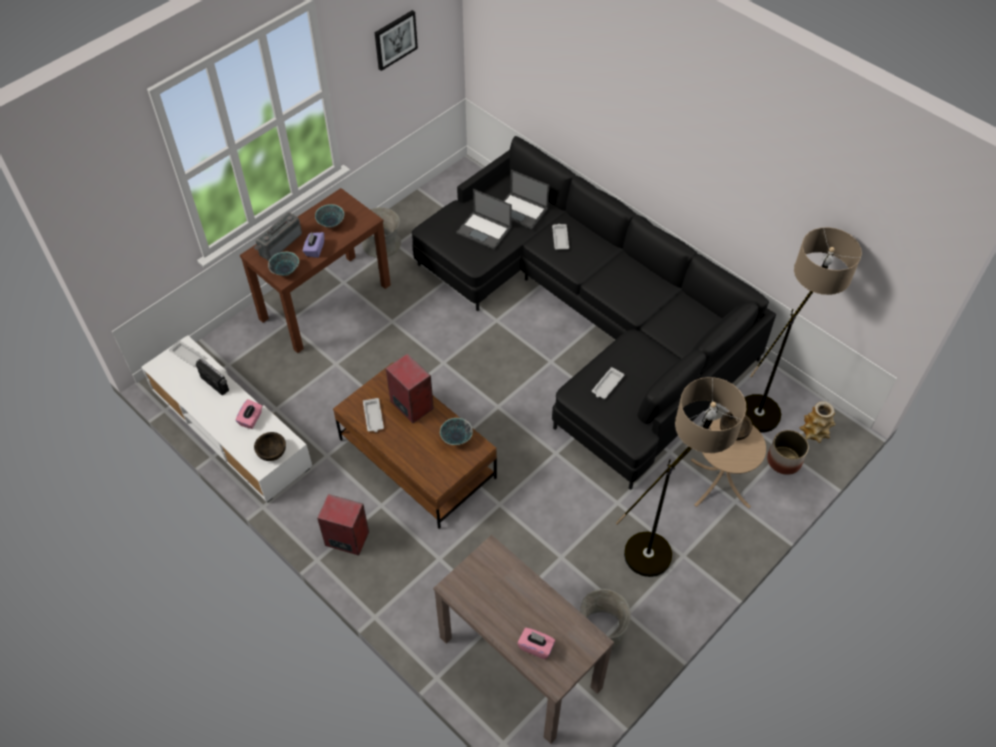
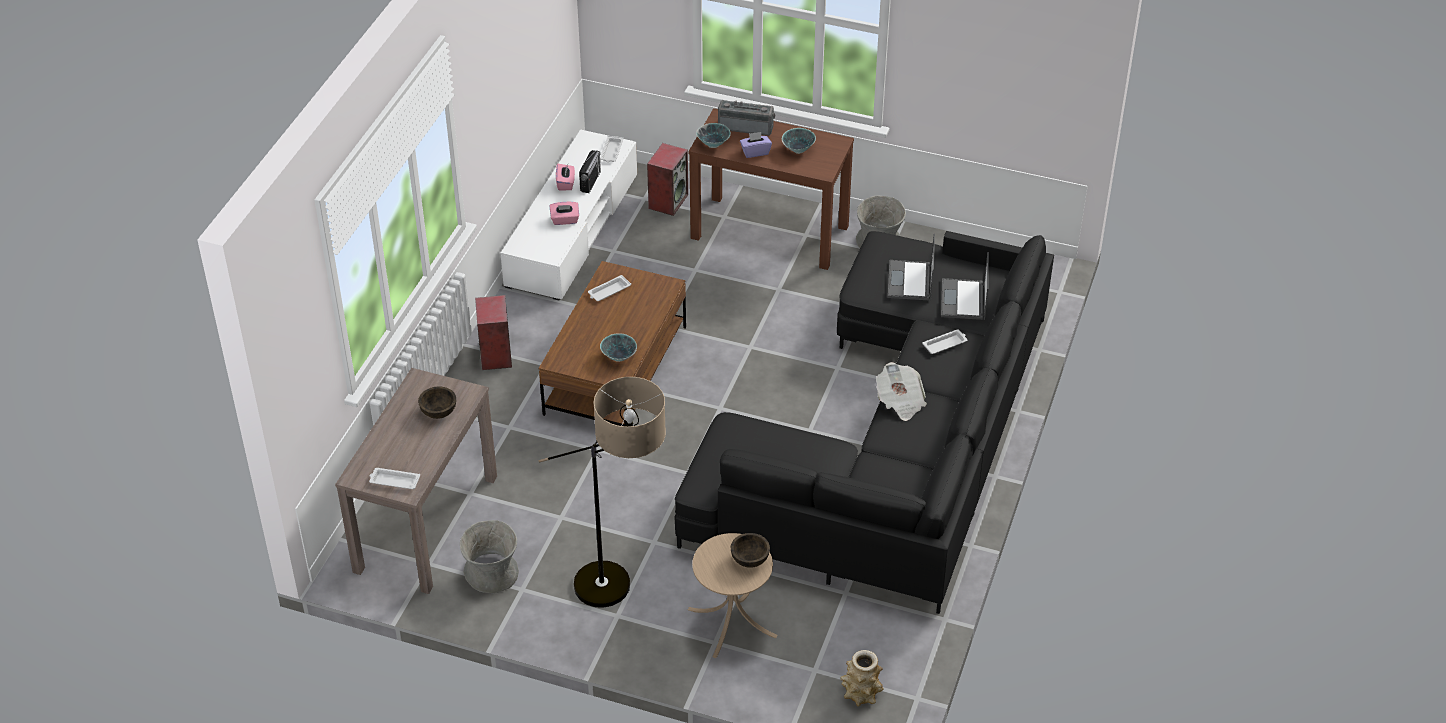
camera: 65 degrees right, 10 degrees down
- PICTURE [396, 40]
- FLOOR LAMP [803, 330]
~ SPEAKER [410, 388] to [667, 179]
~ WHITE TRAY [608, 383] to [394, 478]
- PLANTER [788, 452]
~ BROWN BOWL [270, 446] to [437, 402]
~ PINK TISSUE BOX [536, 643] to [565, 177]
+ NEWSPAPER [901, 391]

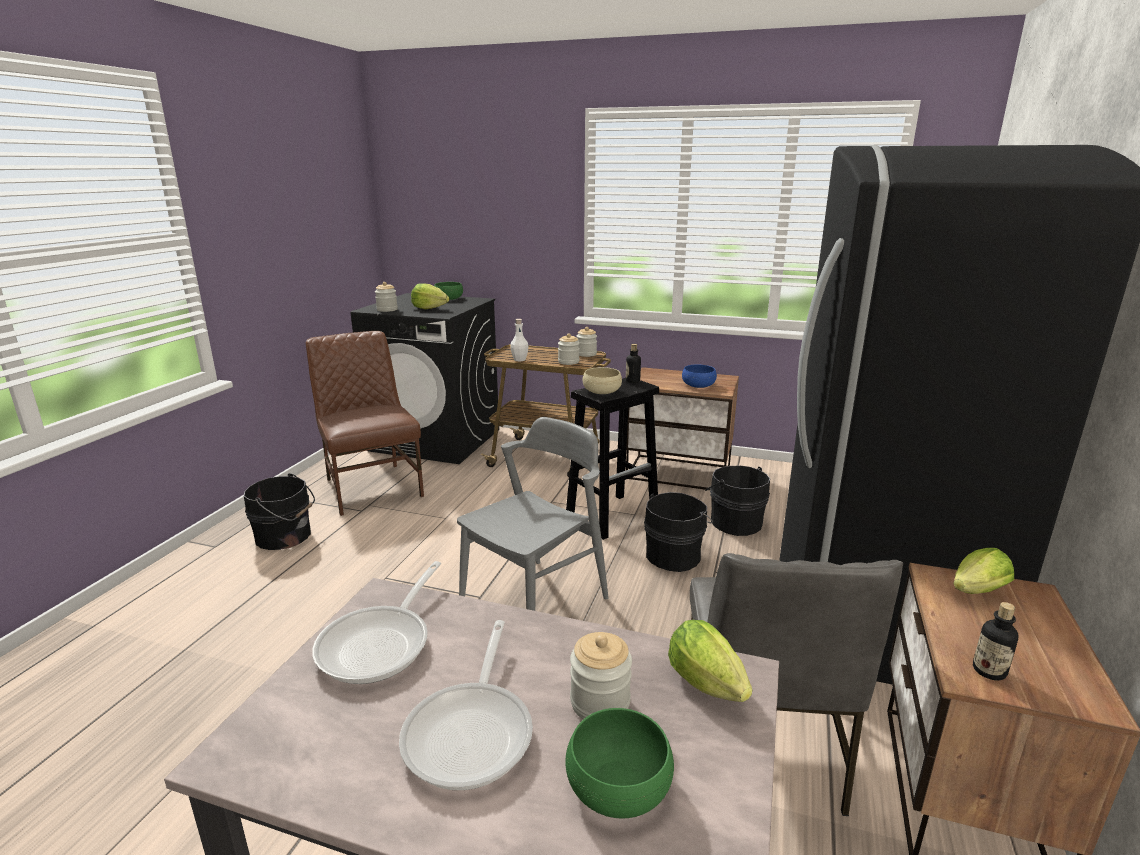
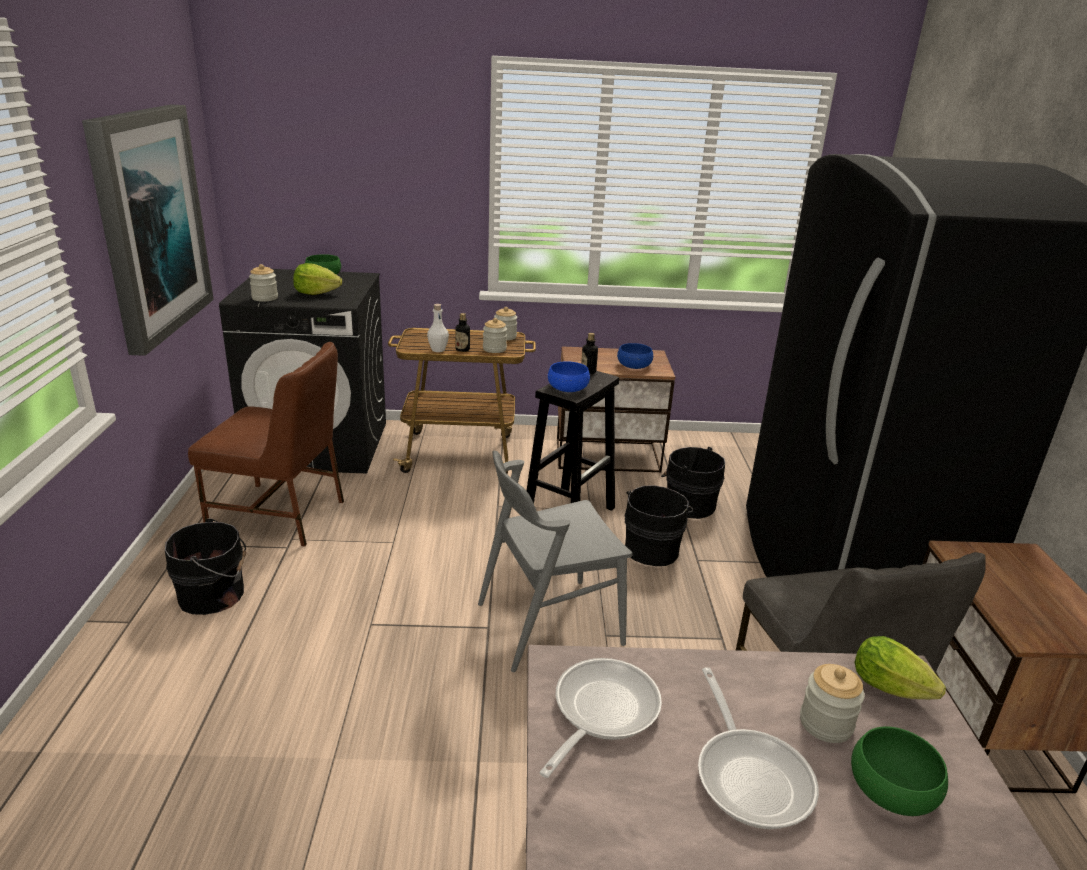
camera: 20 degrees left, 5 degrees up
~ BROWN CHAIR [365, 423] = [266, 444] 150 degrees clockwise
~ BEIGE BOWL [602, 380] to BLUE BOWL [569, 376]
~ GREY CHAIR [533, 514] = [555, 561] 135 degrees counterclockwise
- LETTUCE [983, 571]
~ FRYING PAN [376, 622] = [600, 718] 150 degrees counterclockwise
~ BOTTLE [996, 641] to [462, 332]
+ PICTURE [148, 230]

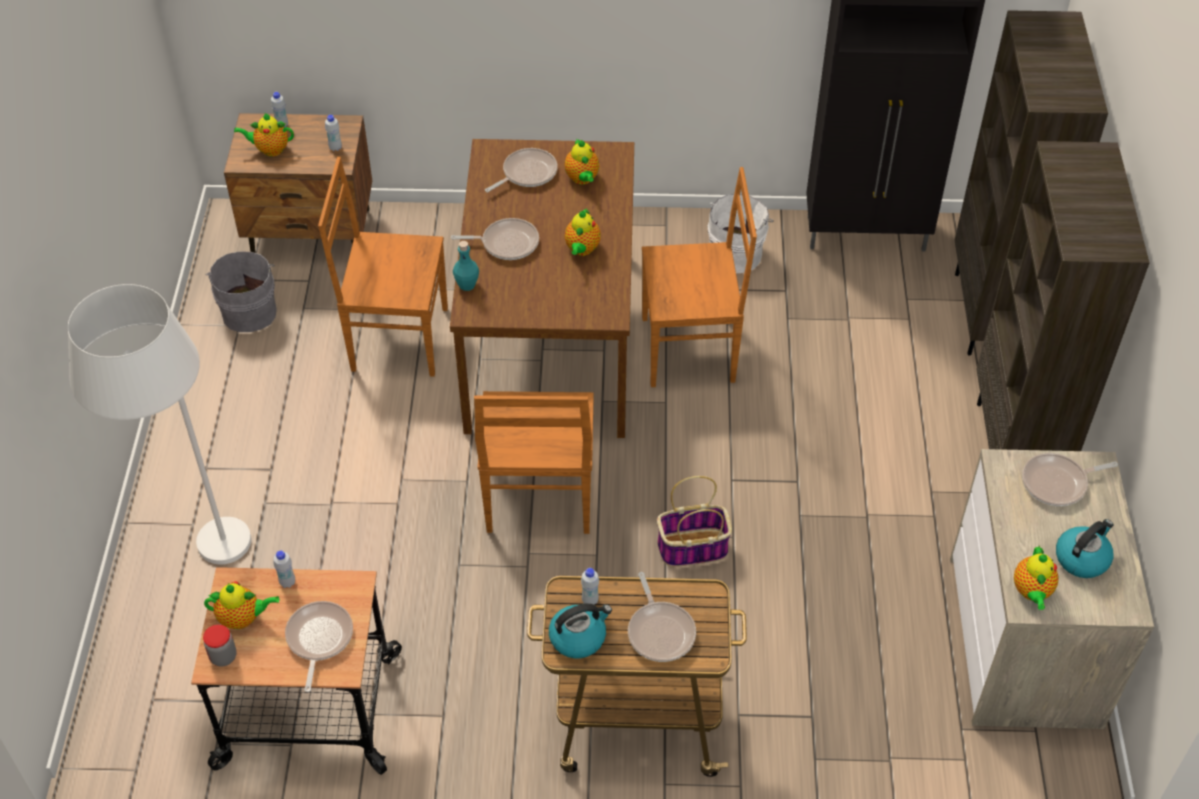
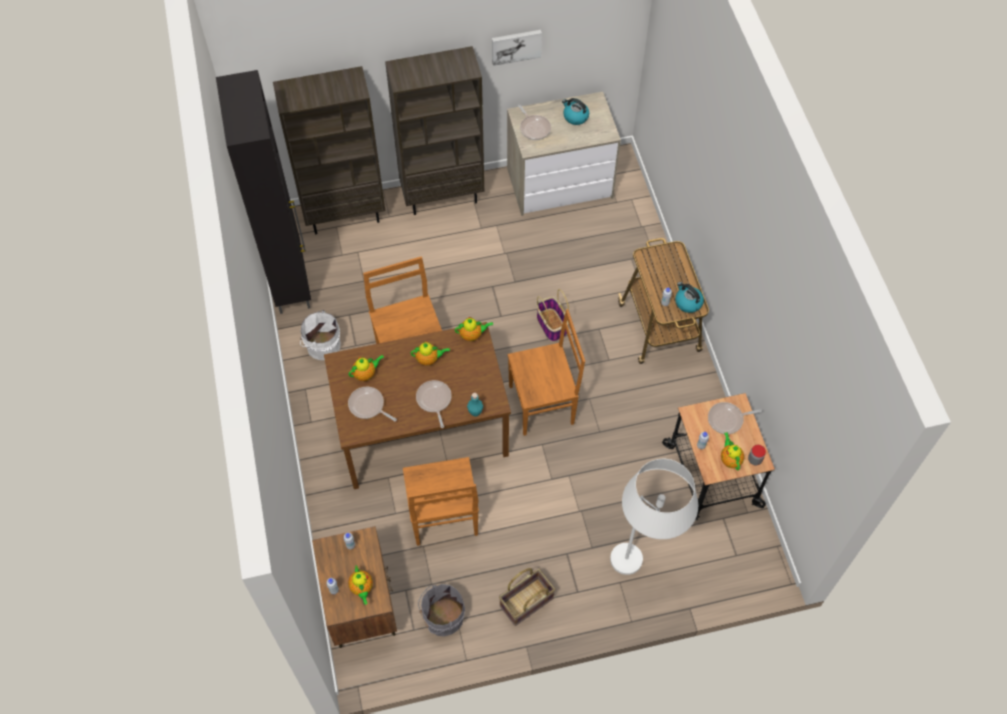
camera: 105 degrees left, 10 degrees up
~ TEAPOT [1036, 577] to [474, 329]
- FRYING PAN [662, 617]
+ PICTURE [517, 48]
+ BASKET [527, 597]

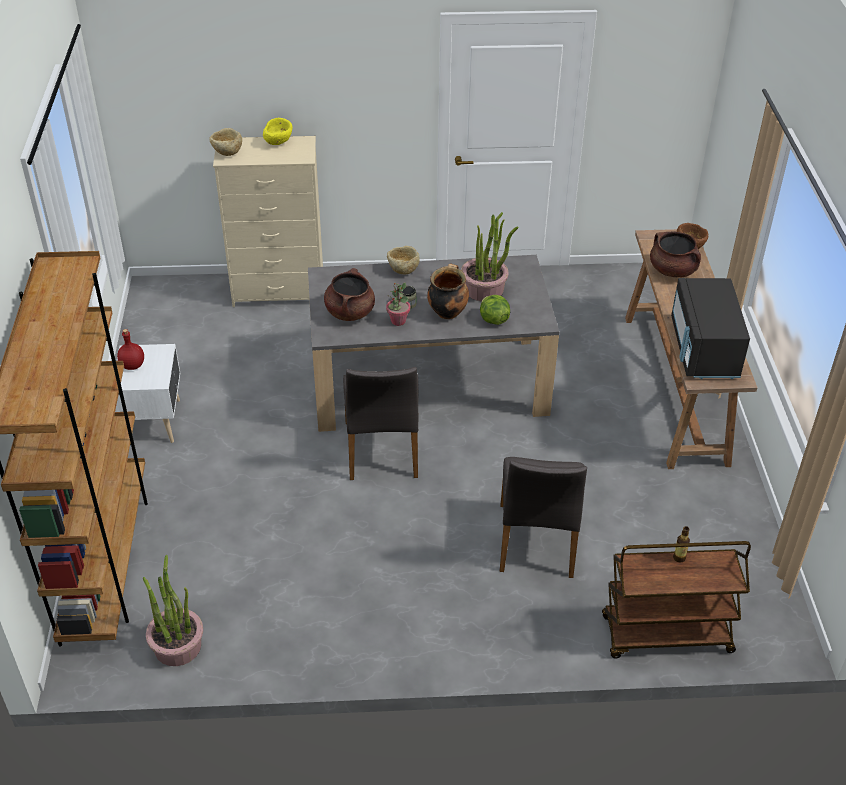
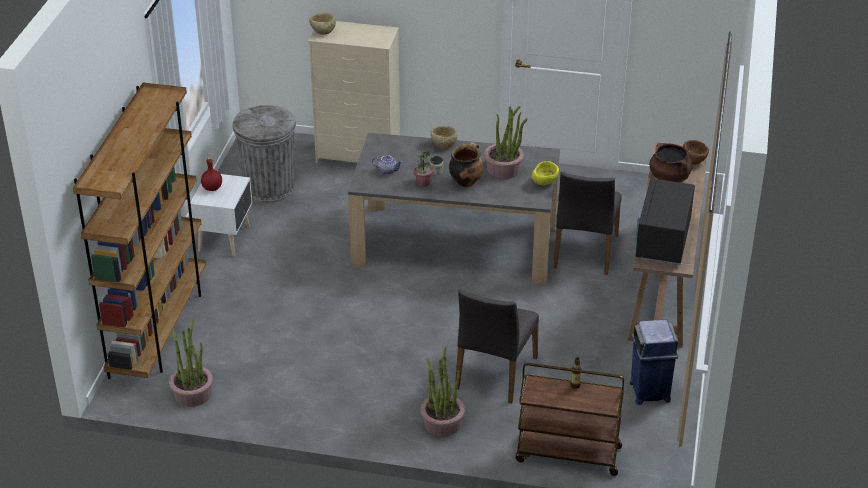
camera: 15 degrees right, 5 degrees down
~ YELLOW BOWL [277, 131] to [545, 173]
~ BROWN COOKING POT [349, 294] to TEAPOT [387, 165]
- LETTUCE [495, 310]
~ GREY CHAIR [381, 423] to [587, 223]
+ GREY TRASH CAN [264, 154]
+ BLUE TRASH CAN [654, 362]
+ POTTED PLANT [443, 391]

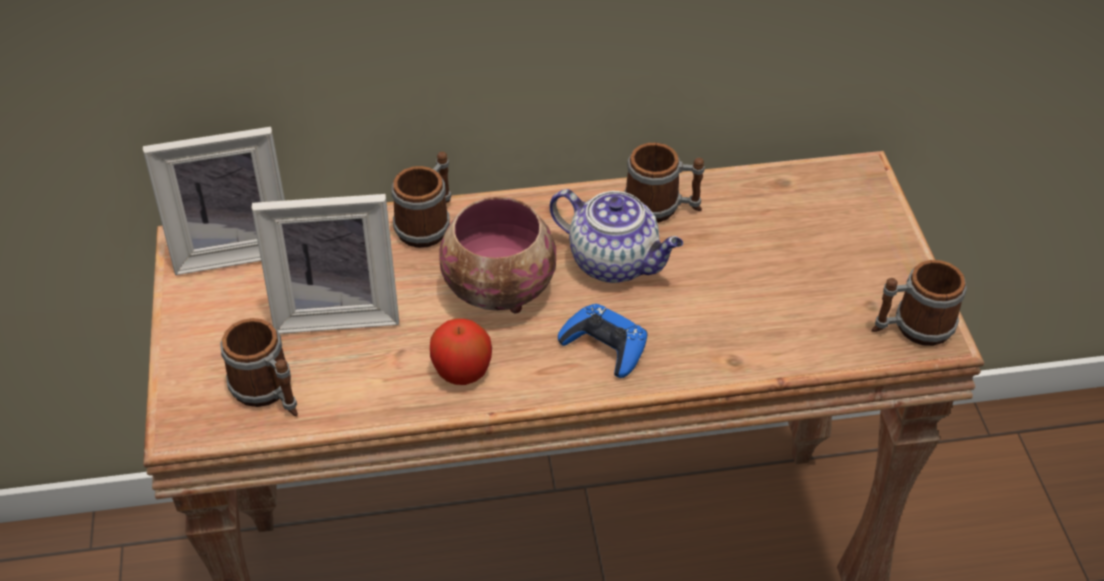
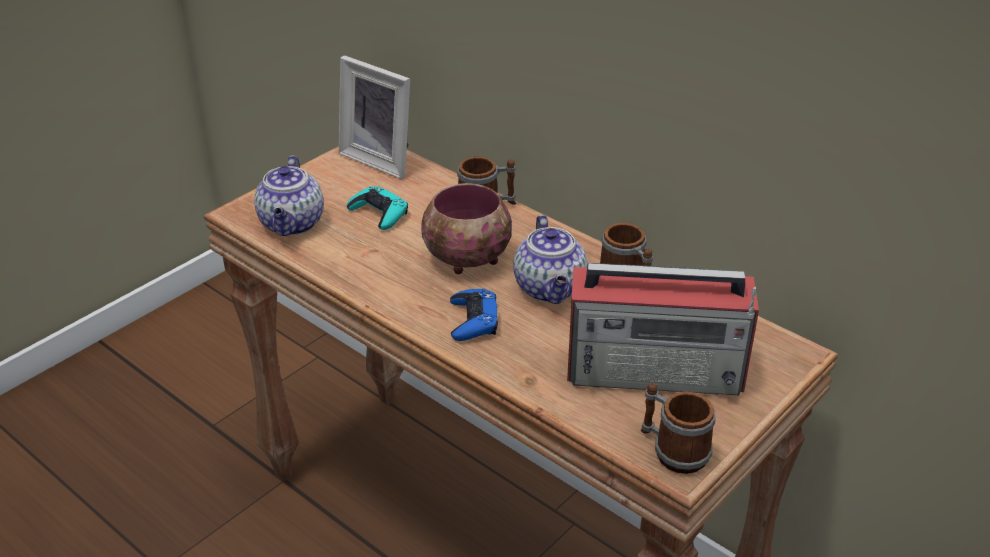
camera: 50 degrees right, 10 degrees down
~ PICTURE FRAME [325, 264] to TURQUOISE GAME CONTROLLER [377, 208]
~ MUG [259, 367] to TEAPOT [289, 196]
- APPLE [461, 352]
+ RADIO [663, 329]

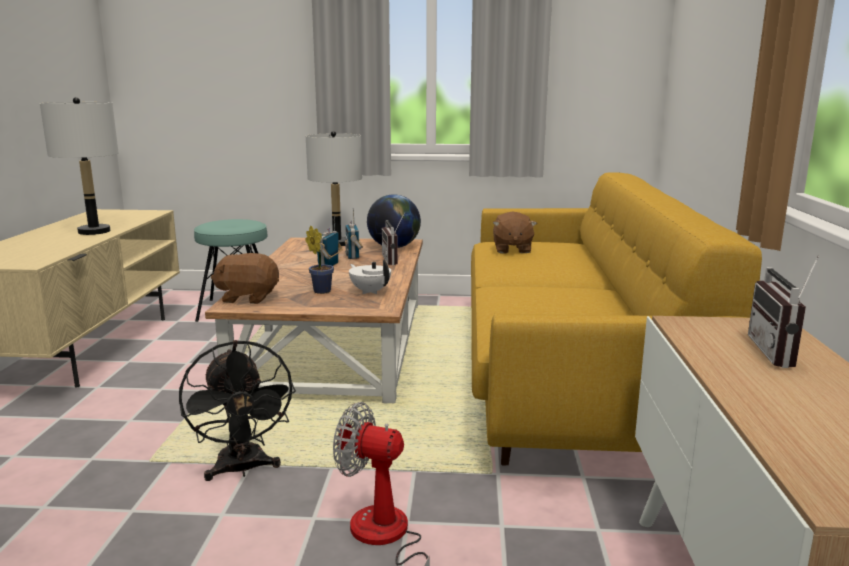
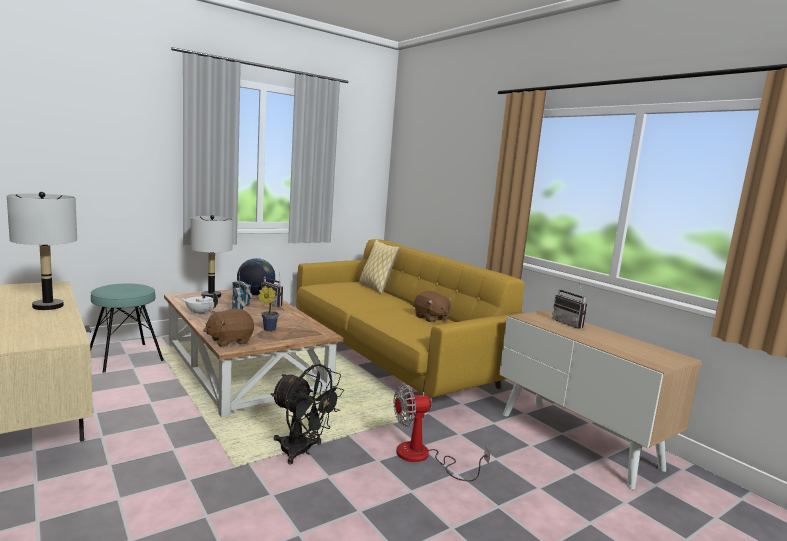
camera: 40 degrees left, 5 degrees down
~ BROWN PLUSH TOY [515, 232] to [433, 307]
~ WHITE TEAPOT [370, 277] to [199, 303]
+ PILLOW [379, 267]

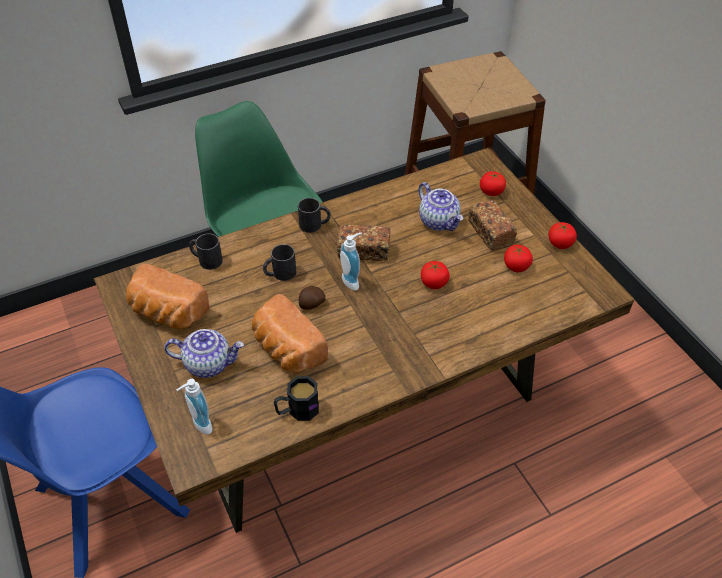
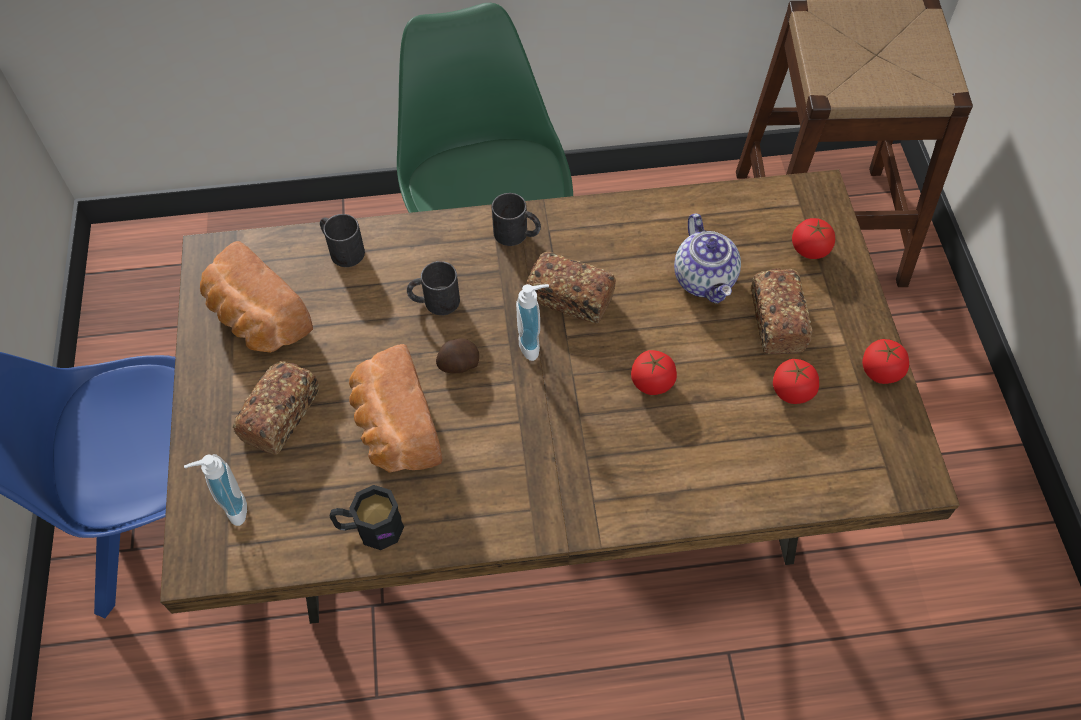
camera: 20 degrees right, 10 degrees up
~ TEAPOT [204, 353] to BREAD [276, 408]

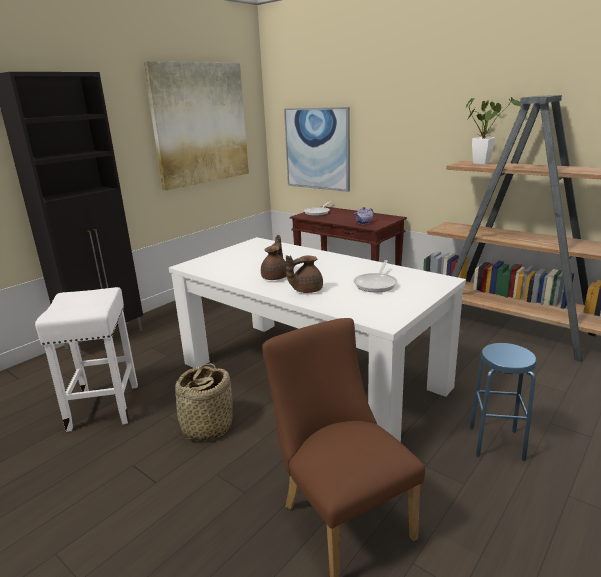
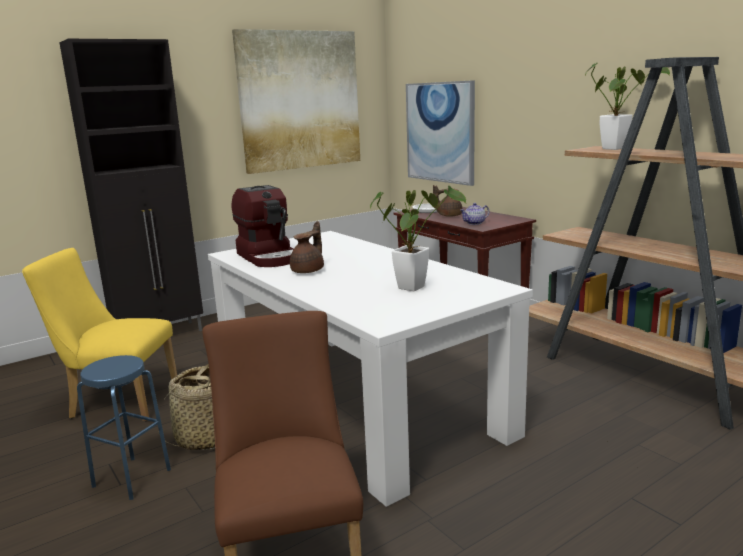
camera: 15 degrees right, 5 degrees down
~ BROWN TEAPOT [304, 274] to [447, 201]
~ FRYING PAN [375, 276] to POTTED PLANT [418, 238]
~ WHITE STOOL [86, 359] to YELLOW CHAIR [99, 334]
~ BLUE STOOL [503, 402] to [124, 427]
+ COFFEE MACHINE [262, 226]

